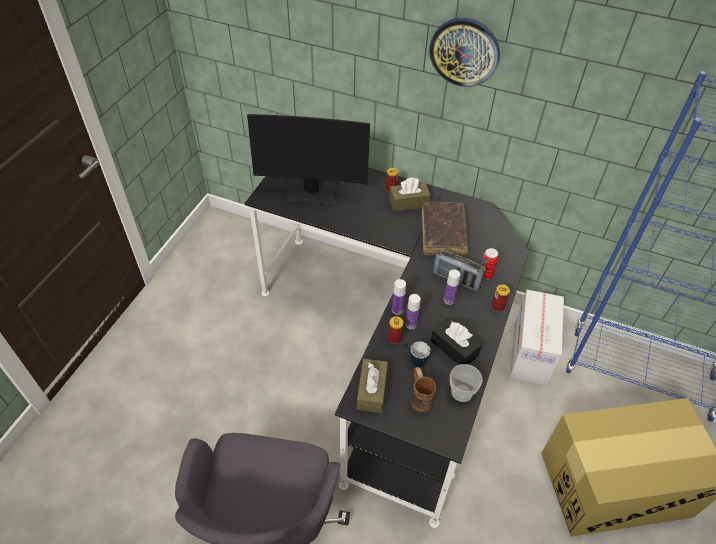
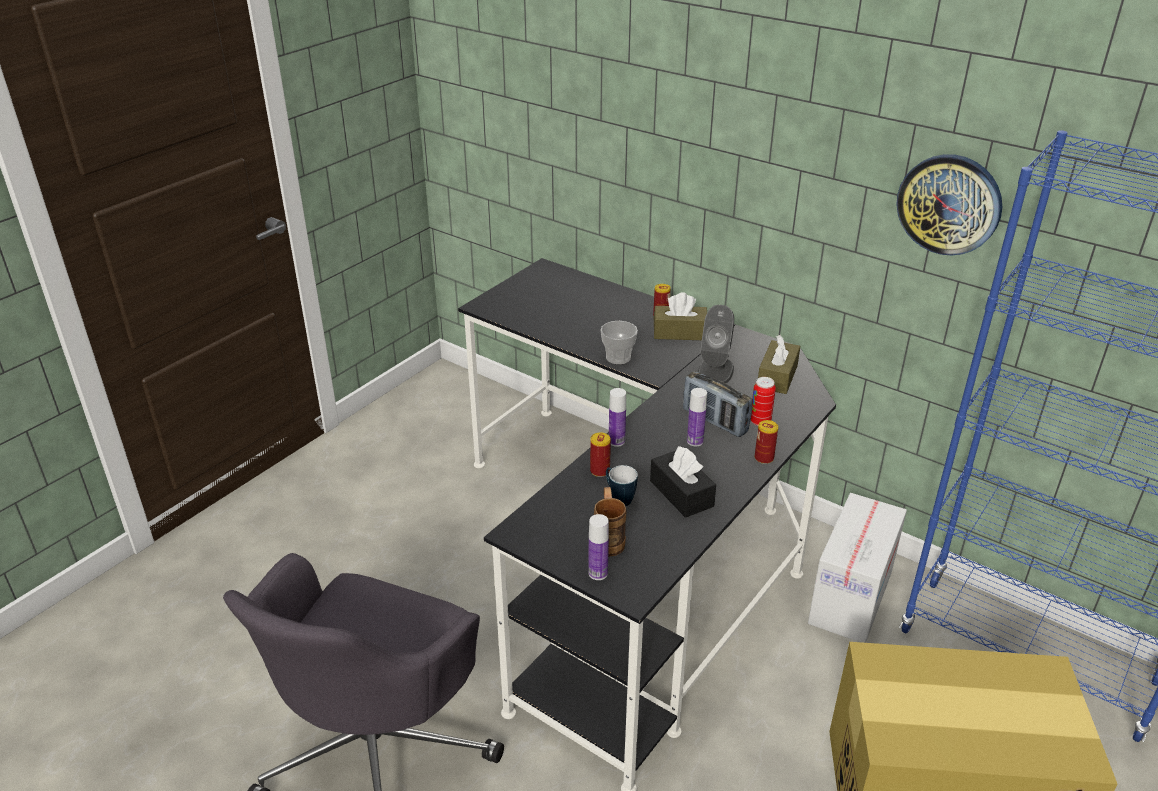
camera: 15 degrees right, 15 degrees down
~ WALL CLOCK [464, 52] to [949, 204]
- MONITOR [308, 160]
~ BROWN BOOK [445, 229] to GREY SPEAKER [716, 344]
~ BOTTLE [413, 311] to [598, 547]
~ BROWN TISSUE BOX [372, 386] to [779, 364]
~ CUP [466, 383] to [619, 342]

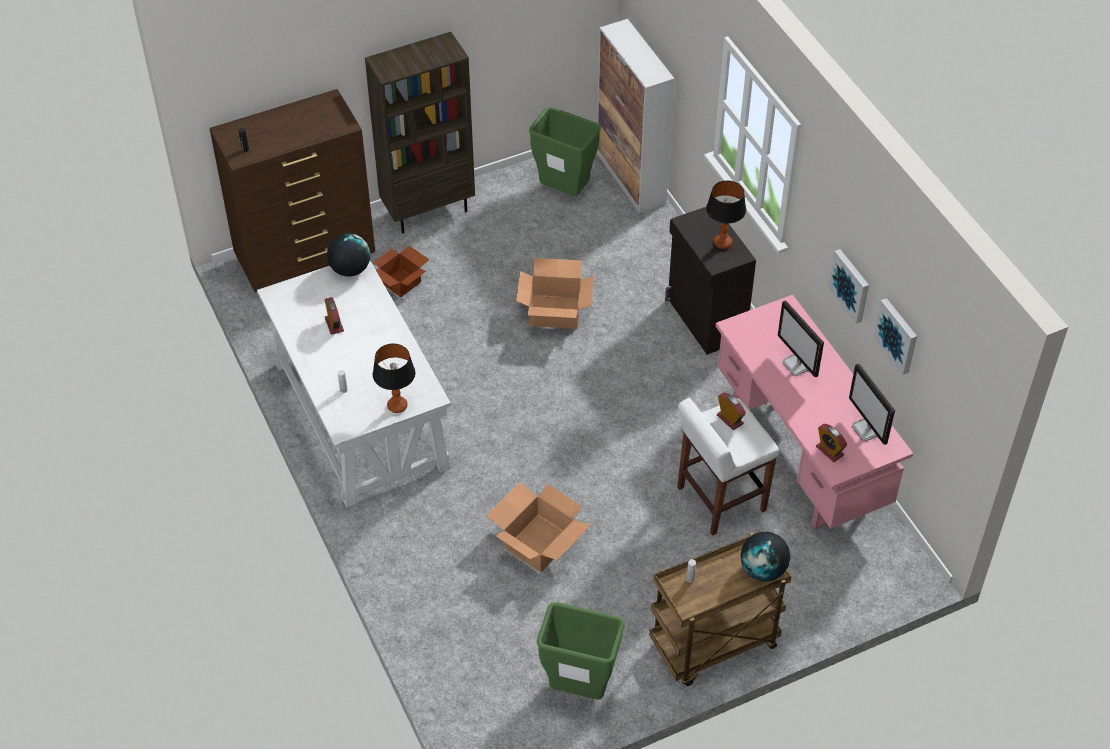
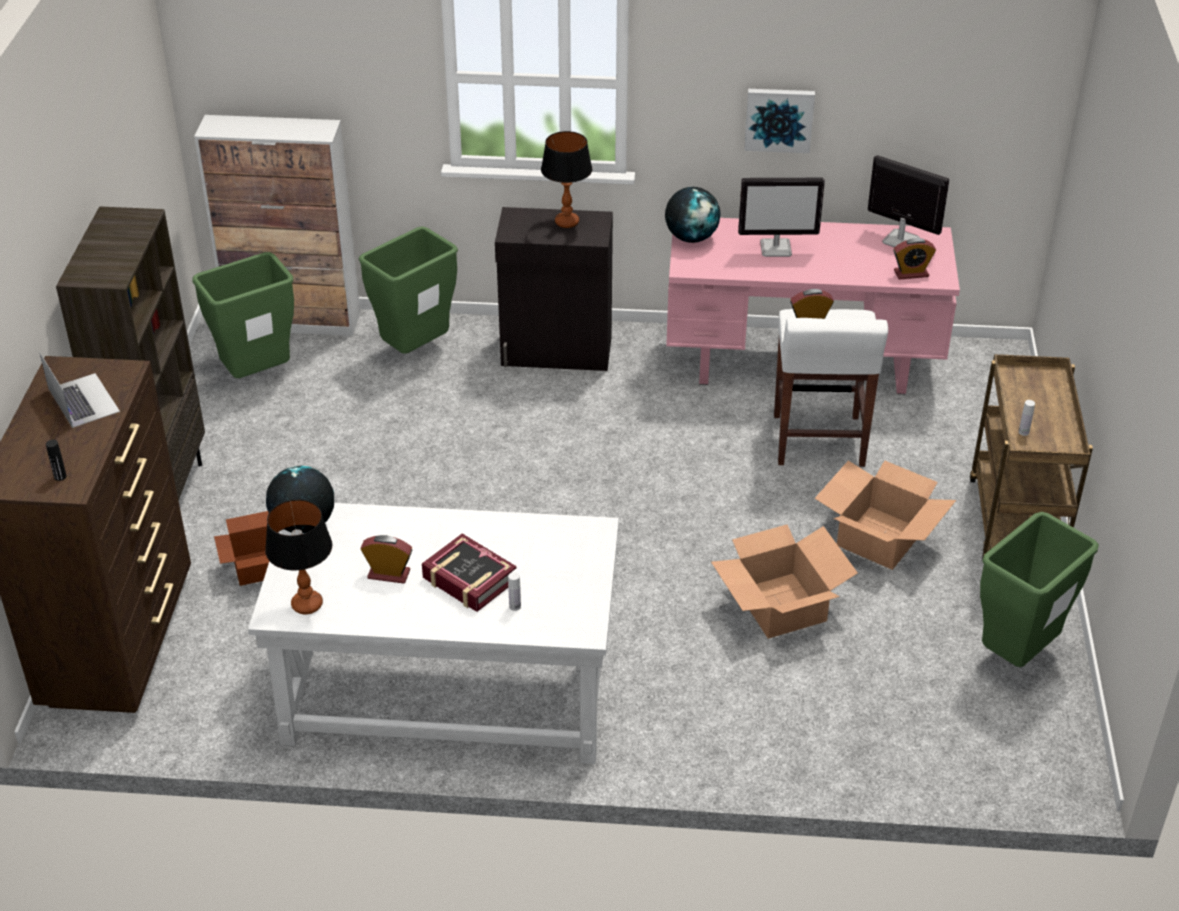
camera: 60 degrees left, 10 degrees down
~ CARDBOARD BOX [555, 293] to [885, 515]
- PICTURE [895, 336]
~ TABLE LAMP [394, 378] to [298, 556]
~ MONITOR [872, 404] = [908, 201] 150 degrees counterclockwise
~ GLOBE [765, 556] to [692, 215]
+ GREEN TRASH CAN [408, 290]
+ LAPTOP [79, 390]
+ BOOK [469, 573]

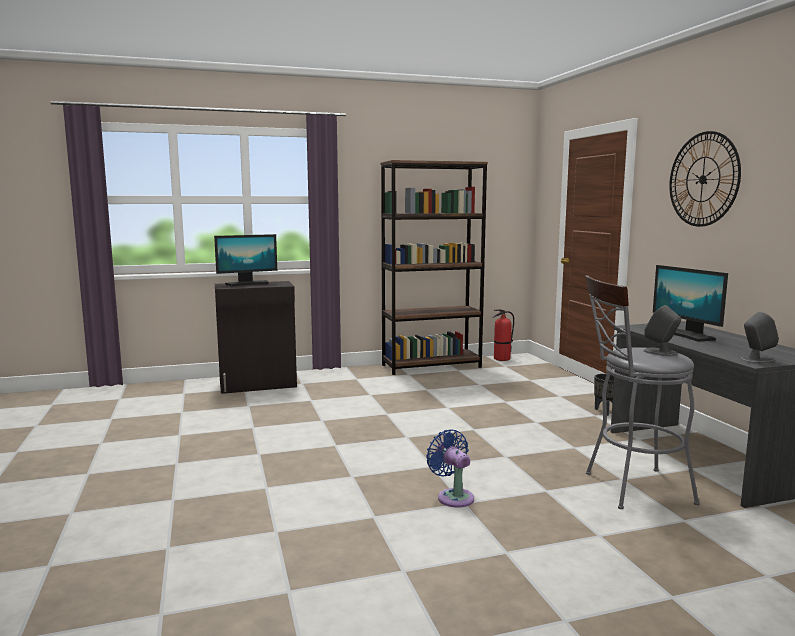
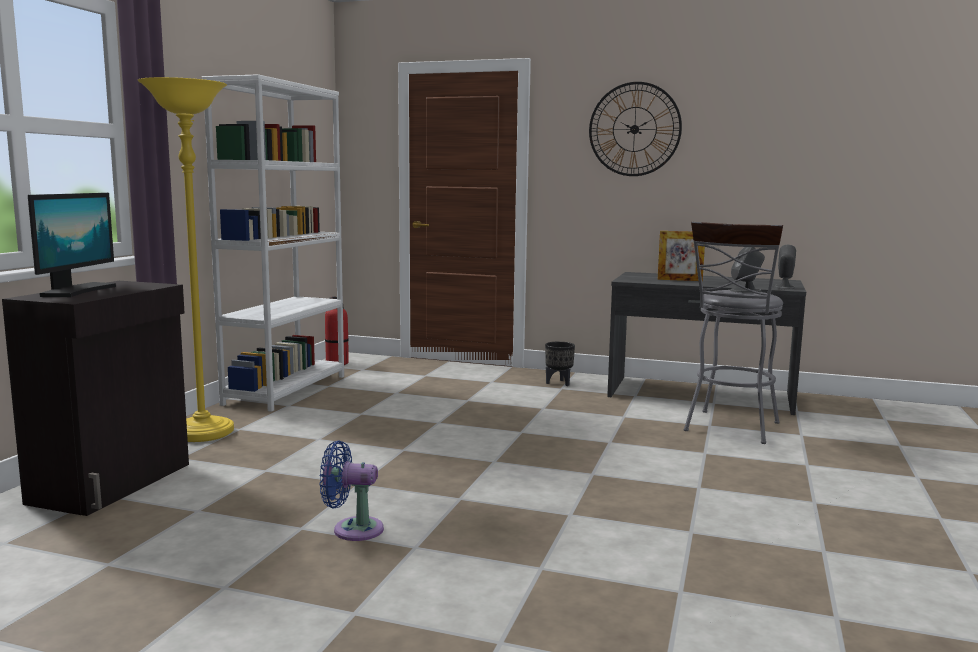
camera: 55 degrees left, 0 degrees up
~ BROWN BOOKCASE [434, 267] to WHITE BOOKCASE [273, 243]
~ MONITOR [690, 303] to PICTURE FRAME [681, 256]
~ BLUE FAN [450, 468] to [351, 491]
+ YELLOW FLOOR LAMP [186, 259]

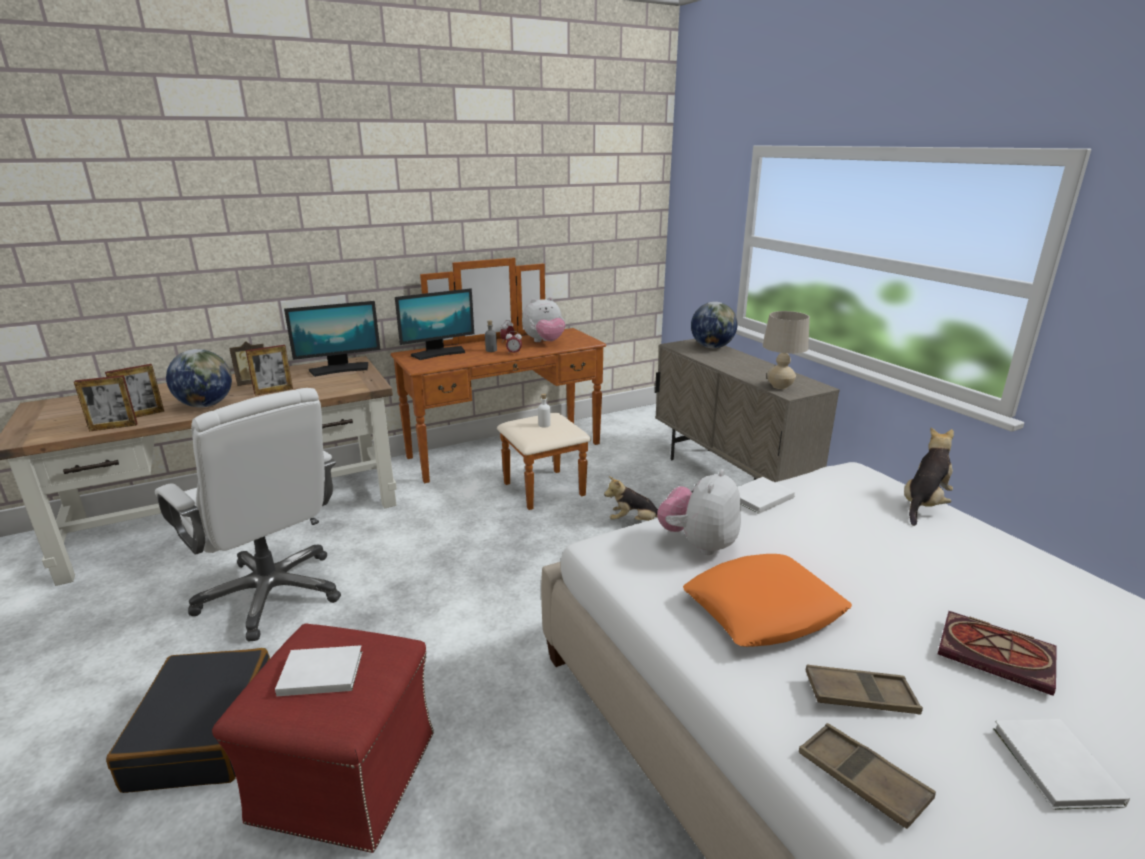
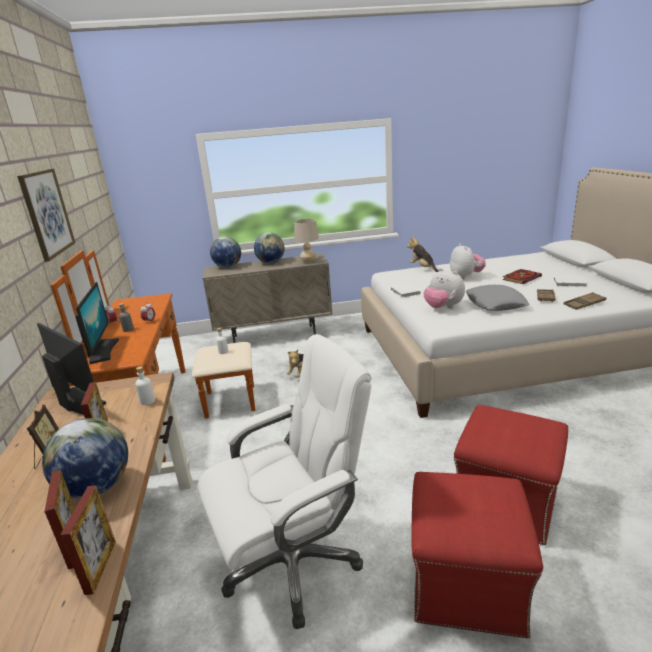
camera: 70 degrees left, 0 degrees up
~ PLUSH TOY [543, 319] to [468, 261]
~ MONITOR [332, 339] = [71, 369] 45 degrees counterclockwise
~ ORANGE PILLOW [767, 600] to GREY PILLOW [497, 298]
- WHITE BOOK [318, 670]
~ BLACK SUITCASE [188, 720] to RED OTTOMAN [477, 555]
+ PICTURE [46, 215]
+ GLOBE [269, 248]
+ WHITE BOTTLE [145, 385]

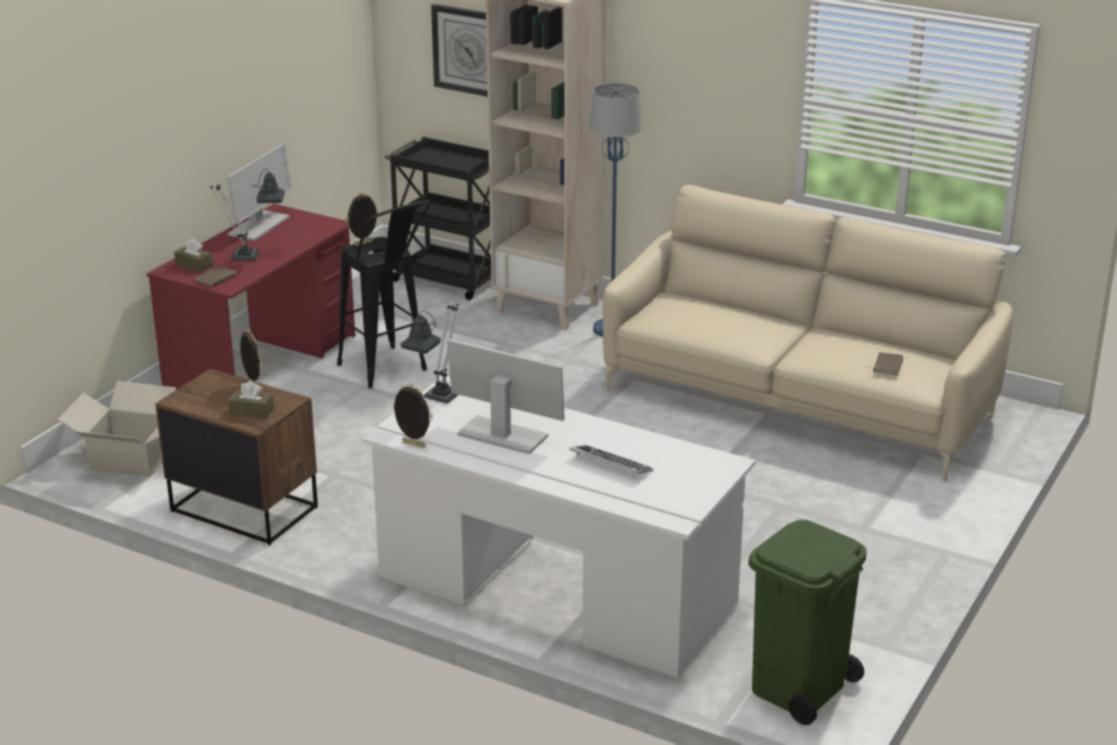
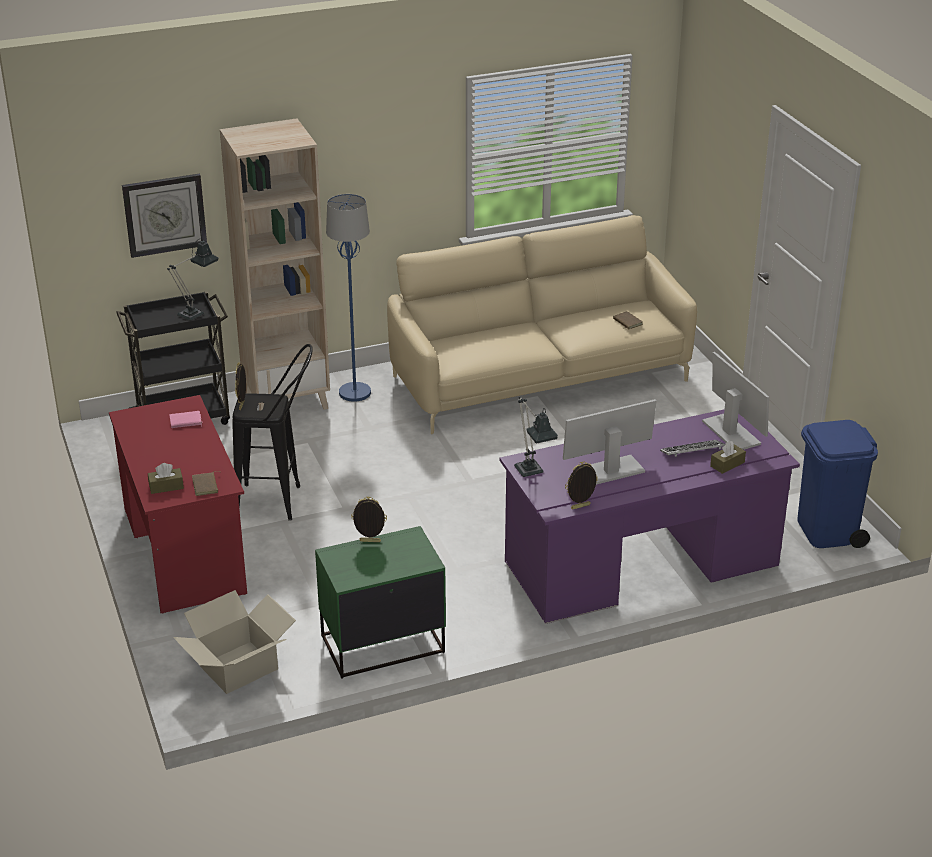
camera: 50 degrees left, 5 degrees up
~ MONITOR [259, 192] to [735, 401]
~ TABLE LAMP [247, 215] to [193, 279]
~ BROWN NIGHTSTAND [236, 457] to GREEN NIGHTSTAND [380, 602]
~ WHITE DESK [559, 527] to PURPLE DESK [650, 516]
~ BROWN TISSUE BOX [251, 400] to [728, 457]
~ GREEN TRASH CAN [807, 622] to BLUE TRASH CAN [837, 484]
+ PINK BOOK [186, 419]

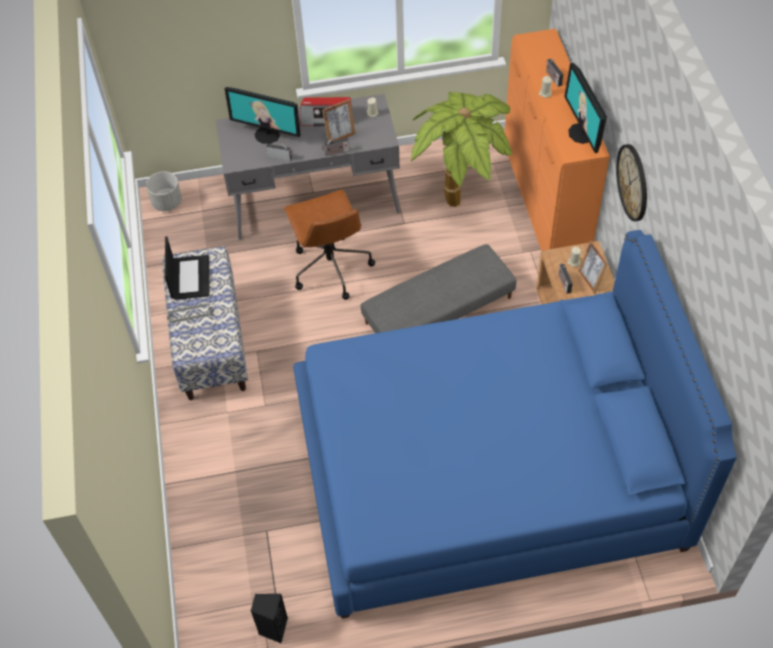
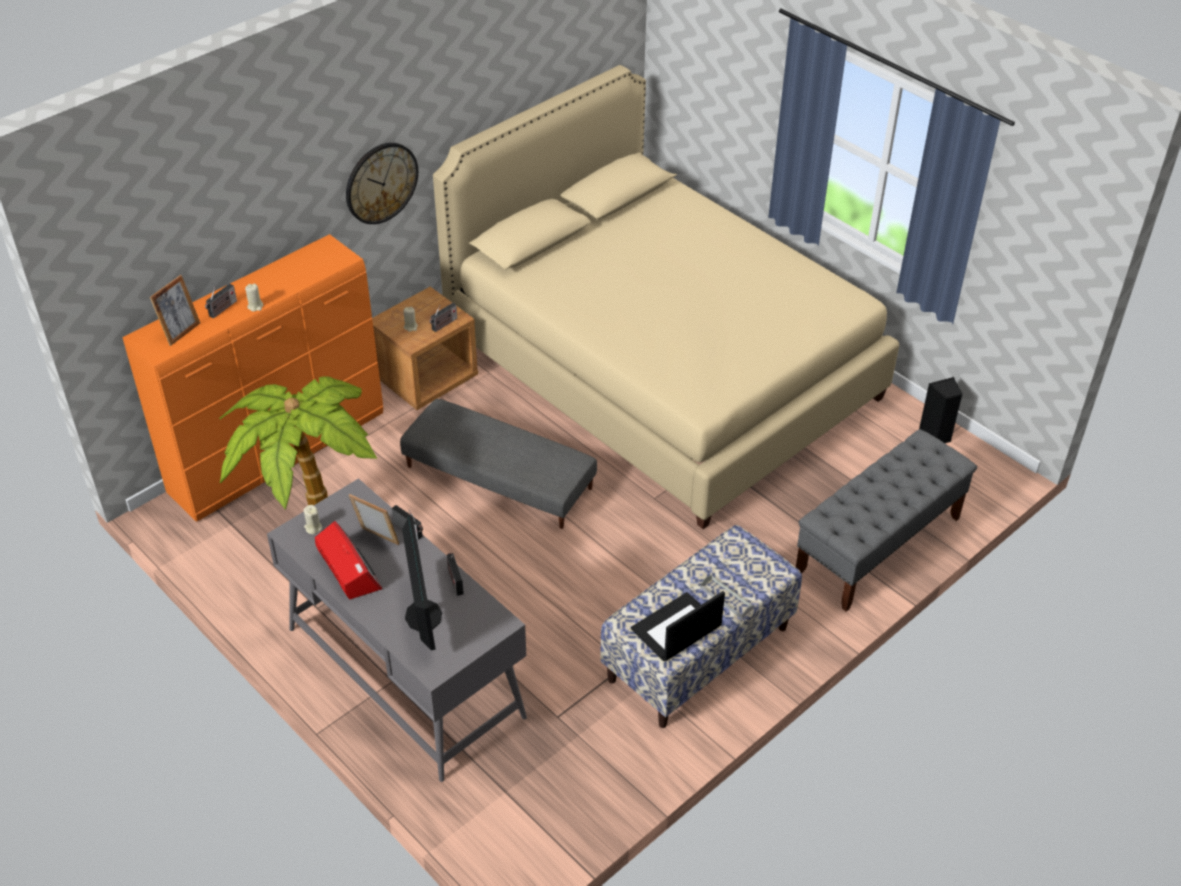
camera: 125 degrees left, 10 degrees down
- MONITOR [585, 108]
- GREY PLANTER [164, 192]
- BROWN OFFICE CHAIR [329, 245]
~ BLUE BED [515, 424] to BEIGE BED [666, 297]
~ PICTURE FRAME [593, 267] to [175, 310]
+ GREY BENCH [886, 520]

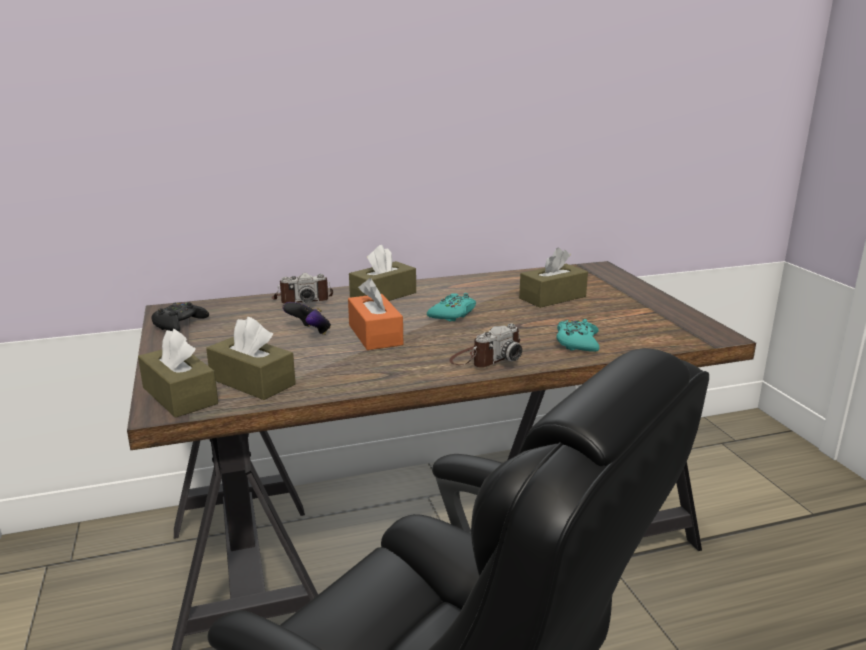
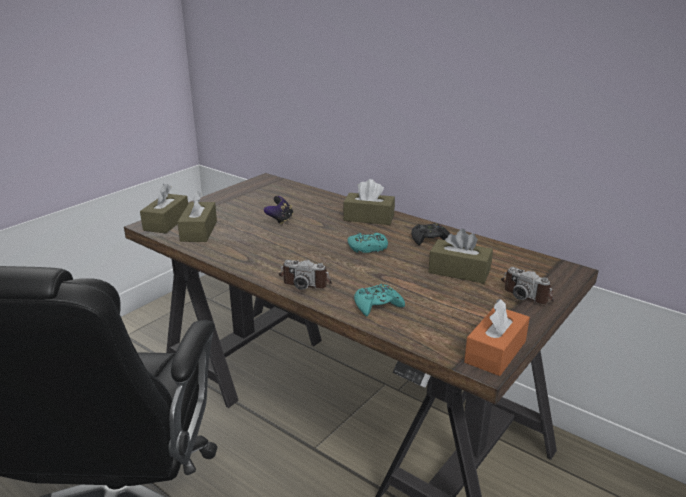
camera: 55 degrees right, 5 degrees up
~ PHOTO CAMERA [302, 288] to [527, 285]
~ ORANGE TISSUE BOX [375, 314] to [497, 337]
~ BLACK GAME CONTROLLER [180, 317] to [430, 234]

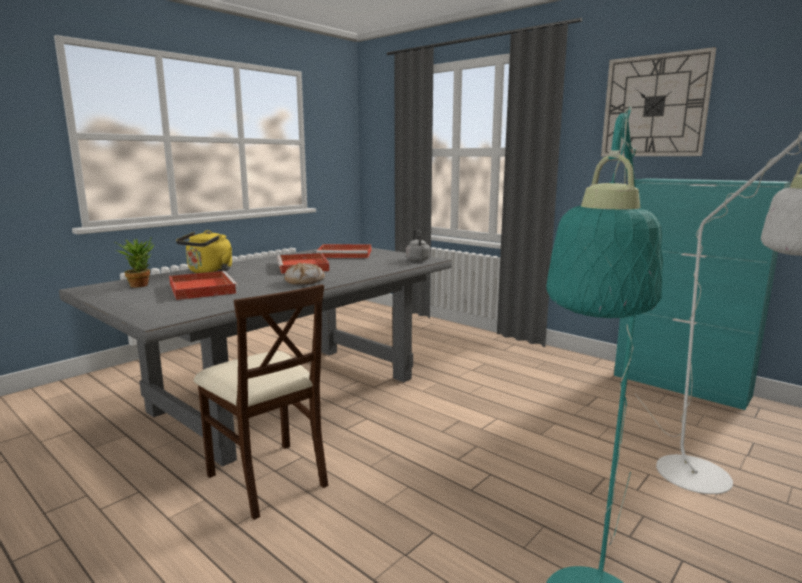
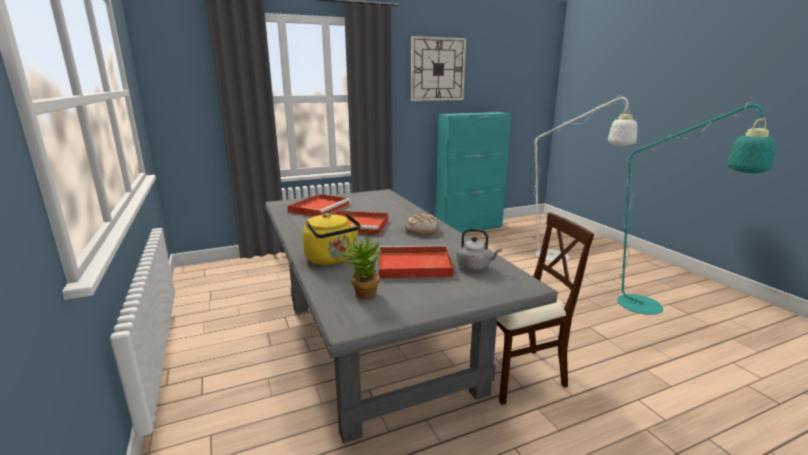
camera: 65 degrees left, 5 degrees up
~ GREY KETTLE [418, 245] to [479, 250]

